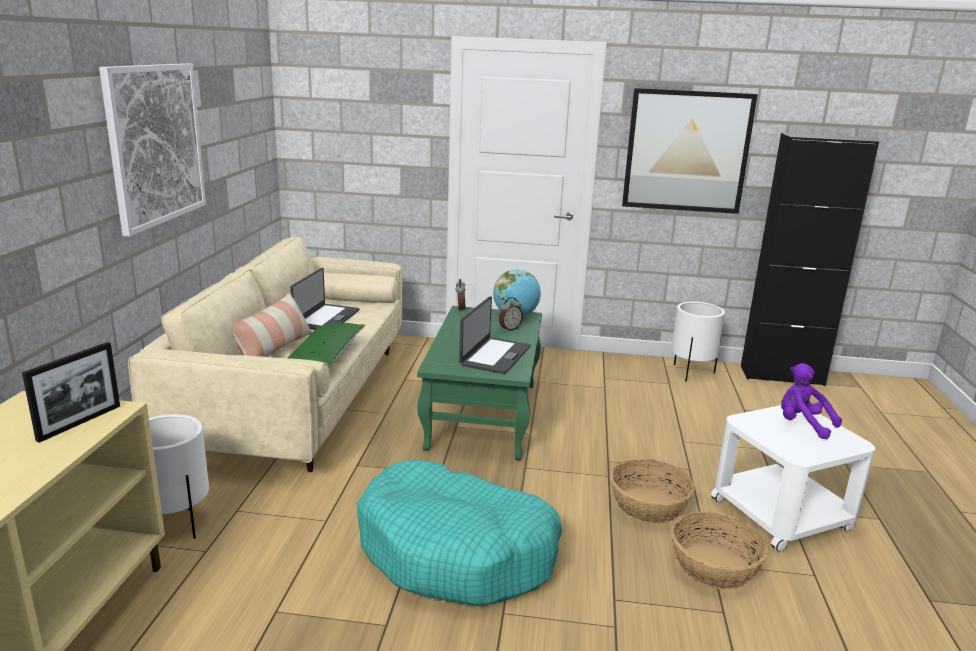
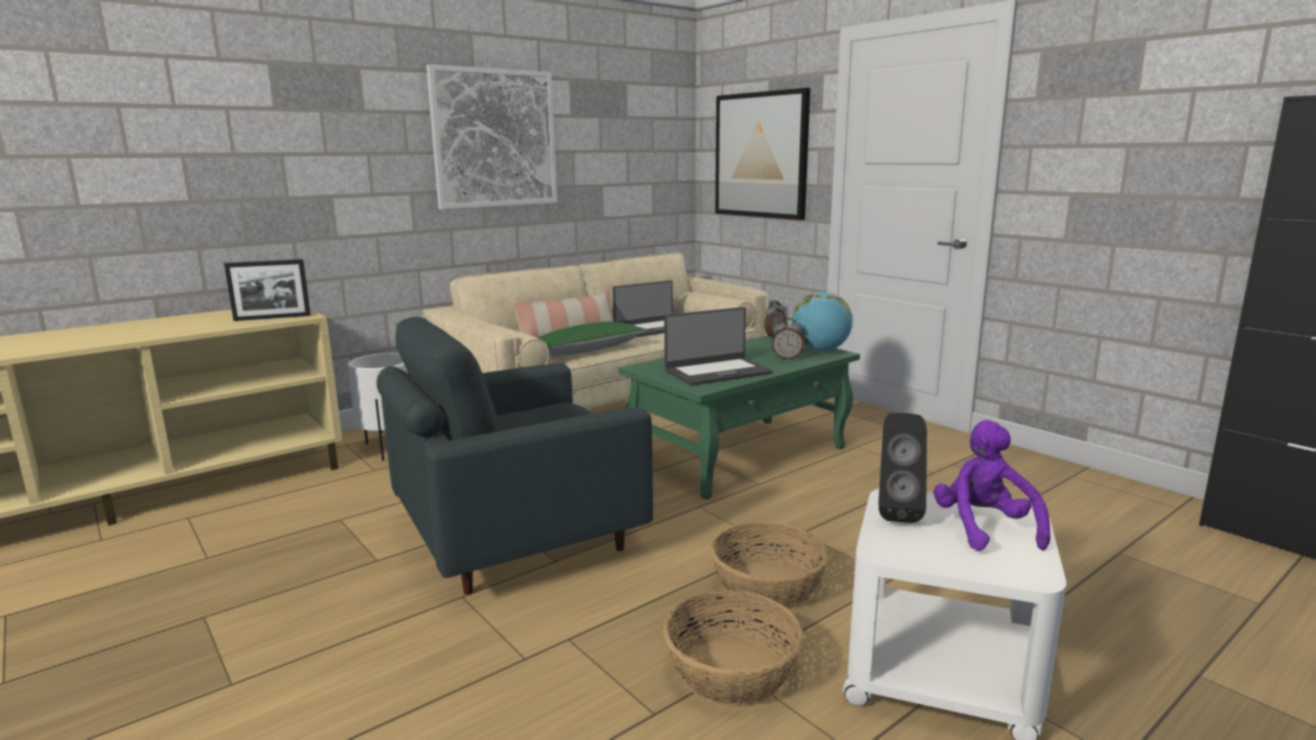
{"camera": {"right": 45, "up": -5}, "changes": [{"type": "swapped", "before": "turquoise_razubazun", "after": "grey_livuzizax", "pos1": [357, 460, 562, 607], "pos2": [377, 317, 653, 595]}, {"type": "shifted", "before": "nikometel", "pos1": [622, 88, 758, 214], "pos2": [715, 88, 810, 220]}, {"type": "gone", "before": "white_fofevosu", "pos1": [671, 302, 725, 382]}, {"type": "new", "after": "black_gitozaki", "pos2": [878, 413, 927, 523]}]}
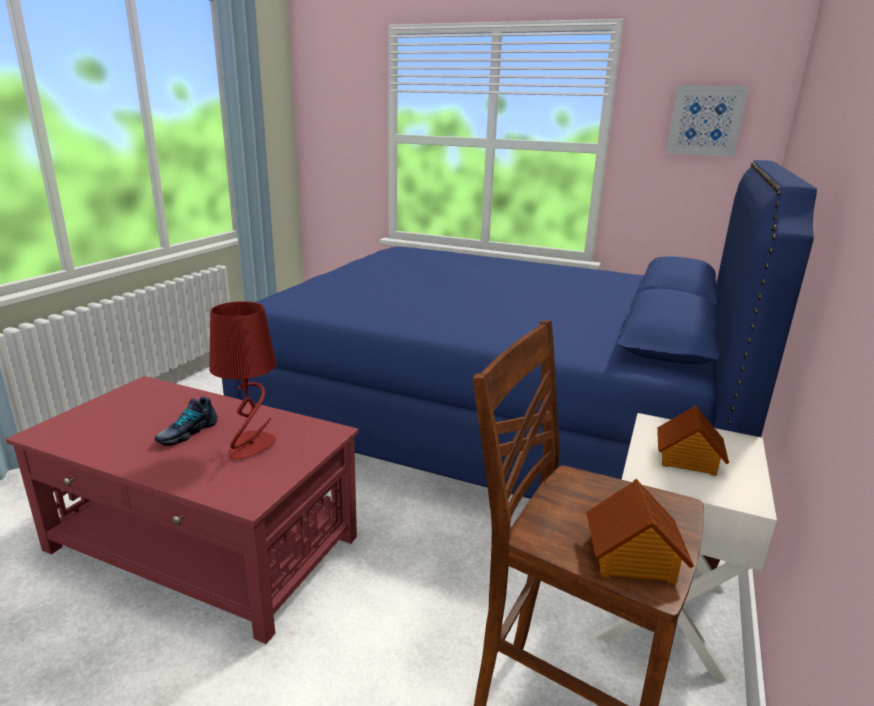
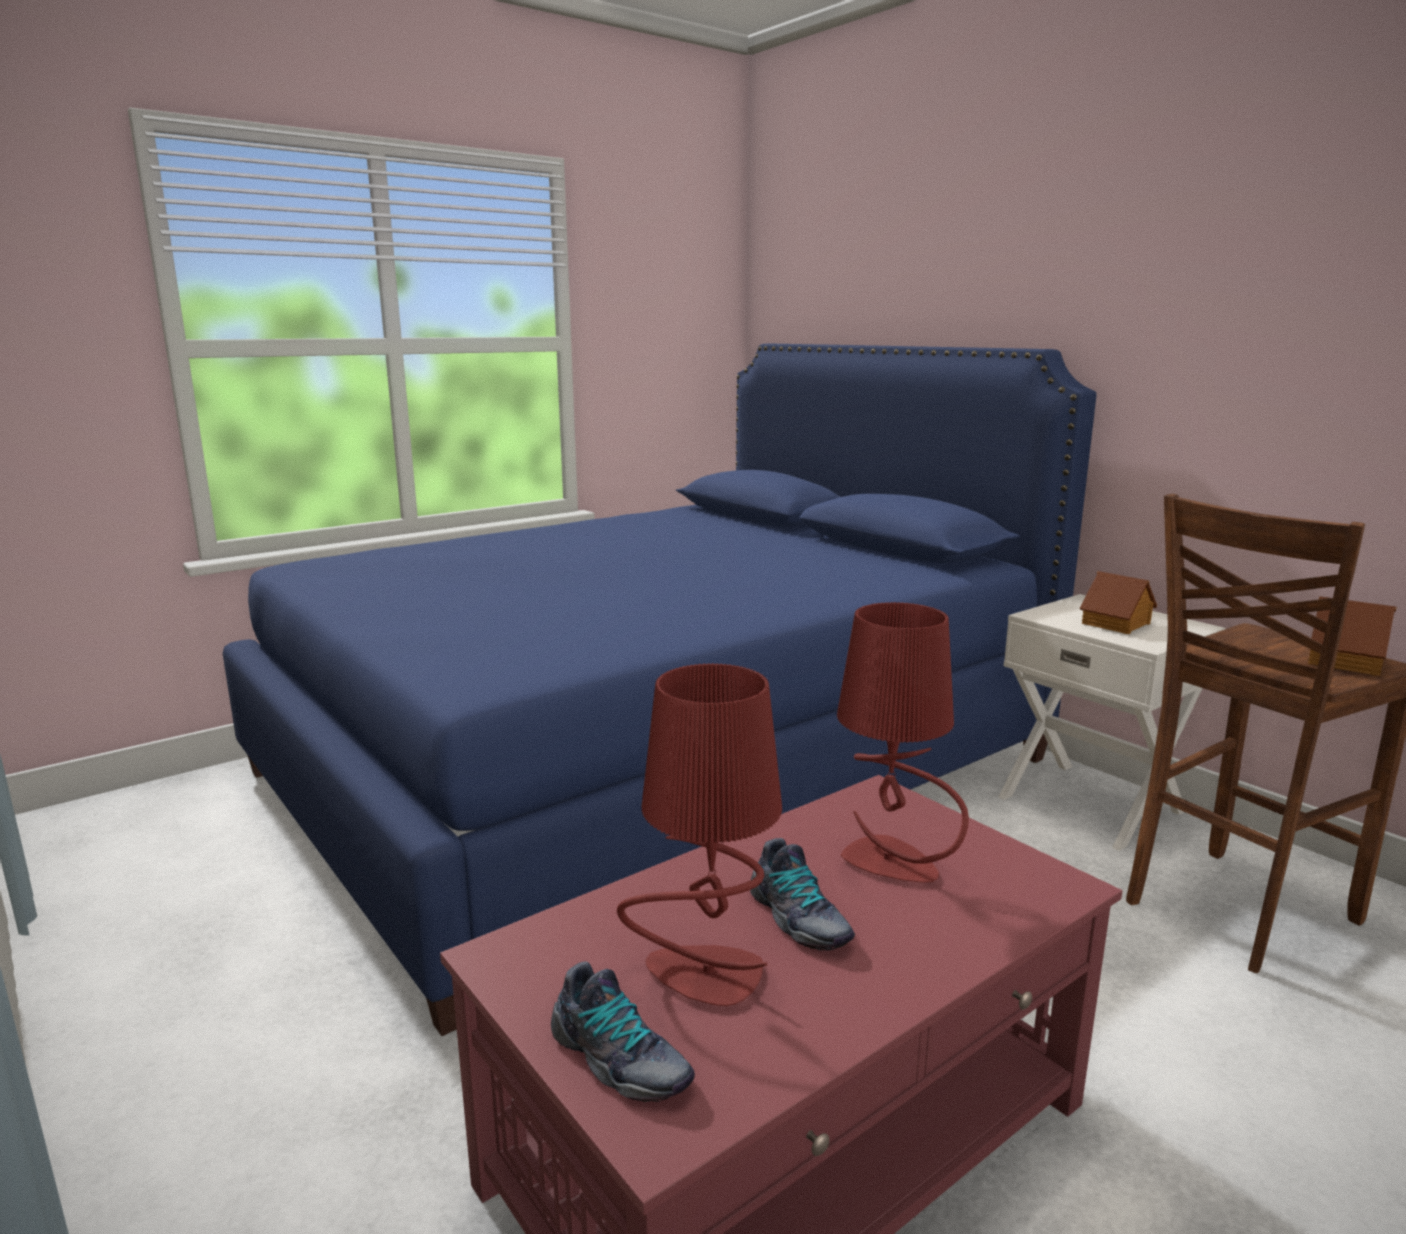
{"camera": {"right": -60, "up": -5}, "changes": [{"type": "gone", "before": "nikometel", "pos1": [666, 85, 748, 156]}, {"type": "new", "after": "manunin", "pos2": [551, 961, 695, 1102]}, {"type": "new", "after": "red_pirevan", "pos2": [617, 663, 782, 1006]}]}
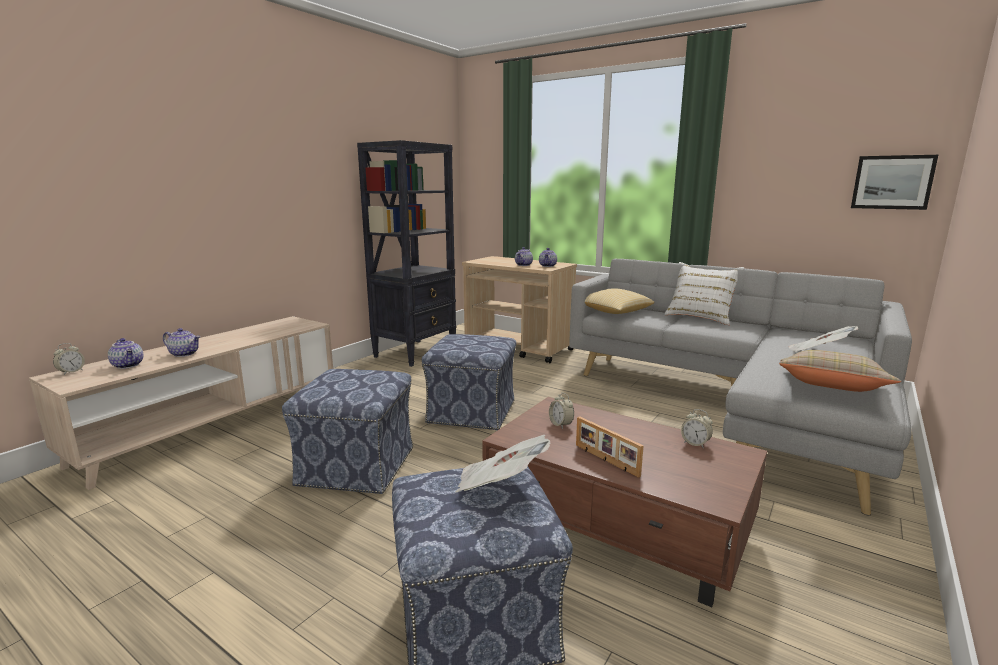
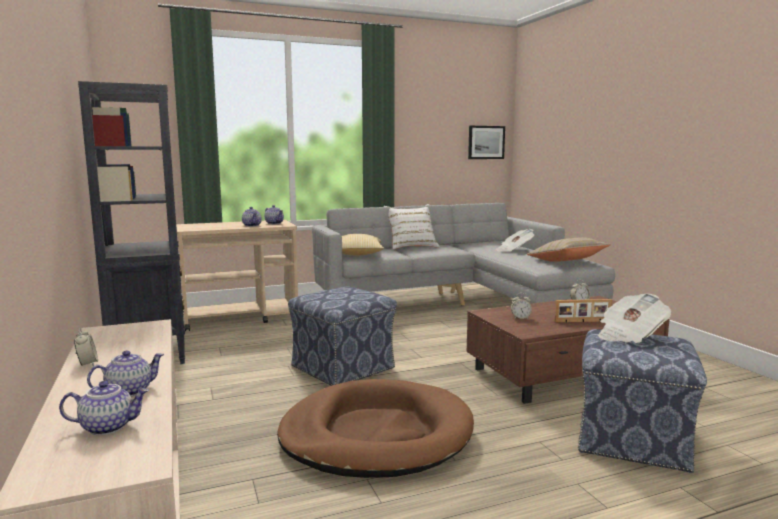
{"camera": {"right": -55, "up": -5}, "changes": [{"type": "shifted", "before": "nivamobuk", "pos1": [53, 343, 85, 375], "pos2": [74, 328, 98, 366]}, {"type": "swapped", "before": "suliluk", "after": "brown_razubazun", "pos1": [282, 369, 413, 494], "pos2": [277, 379, 474, 478]}]}
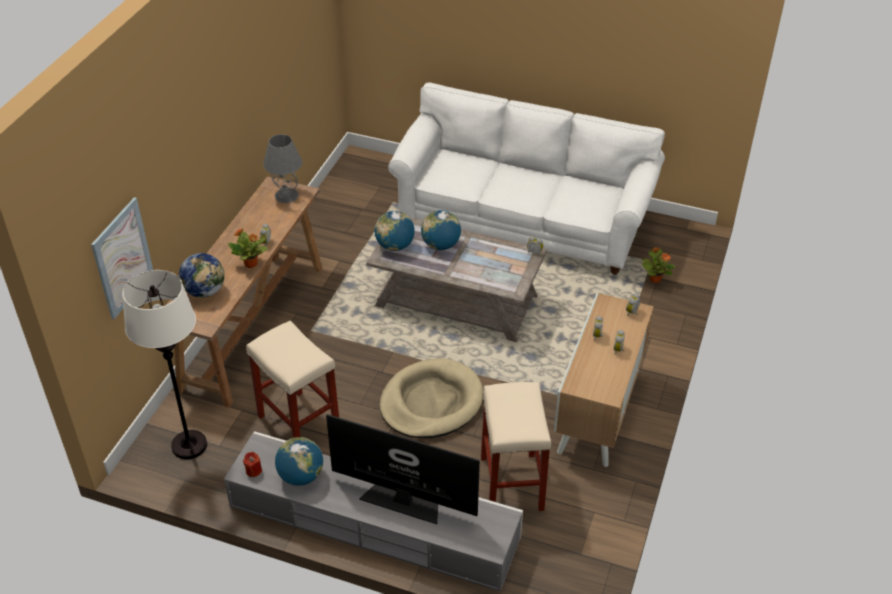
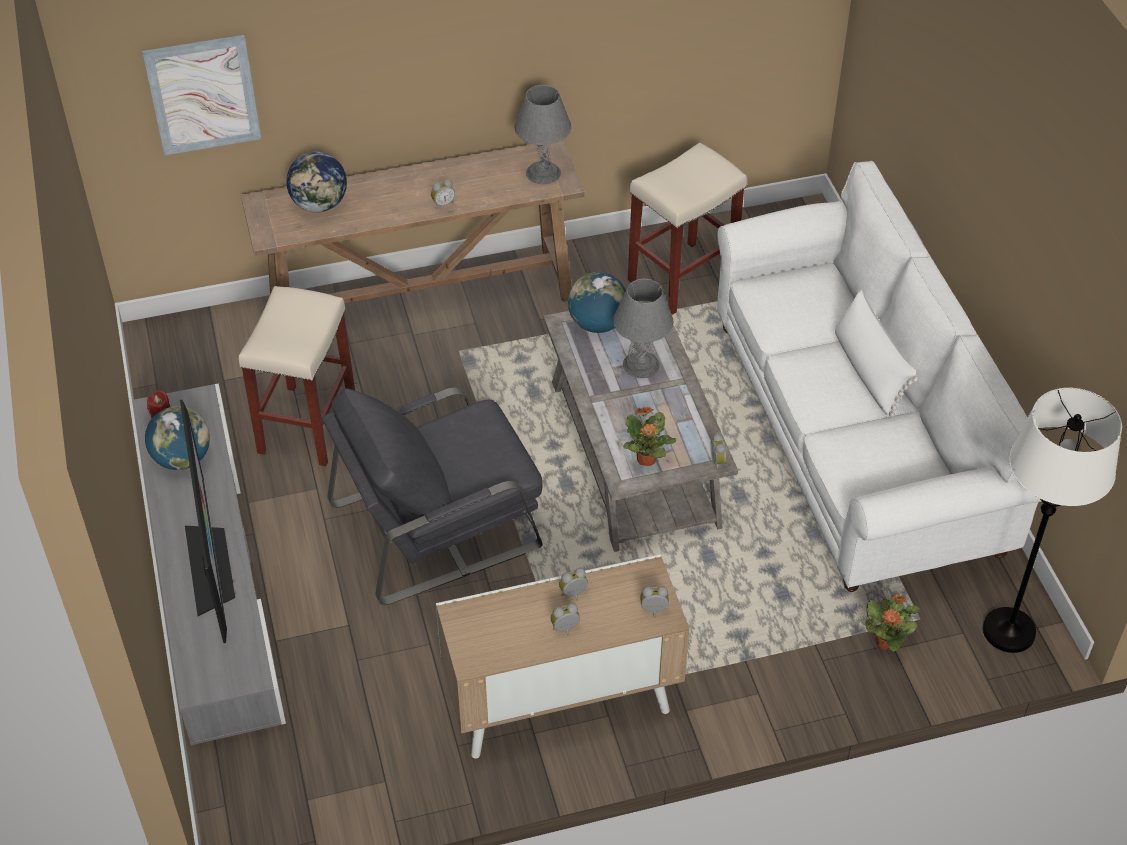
{"camera": {"right": 55, "up": 5}, "changes": [{"type": "shifted", "before": "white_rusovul", "pos1": [122, 270, 207, 459], "pos2": [983, 388, 1122, 653]}, {"type": "shifted", "before": "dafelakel", "pos1": [228, 229, 268, 268], "pos2": [623, 407, 676, 466]}, {"type": "swapped", "before": "beige_razubazun", "after": "grey_livuzizax", "pos1": [380, 358, 483, 438], "pos2": [321, 388, 543, 605]}, {"type": "swapped", "before": "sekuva", "after": "grey_pirevan", "pos1": [421, 210, 461, 250], "pos2": [613, 279, 673, 378]}, {"type": "shifted", "before": "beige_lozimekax", "pos1": [481, 382, 552, 511], "pos2": [628, 142, 747, 315]}, {"type": "new", "after": "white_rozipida", "pos2": [835, 290, 918, 417]}]}
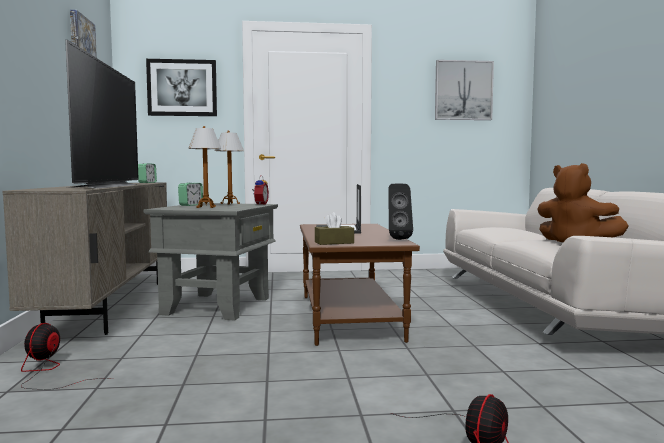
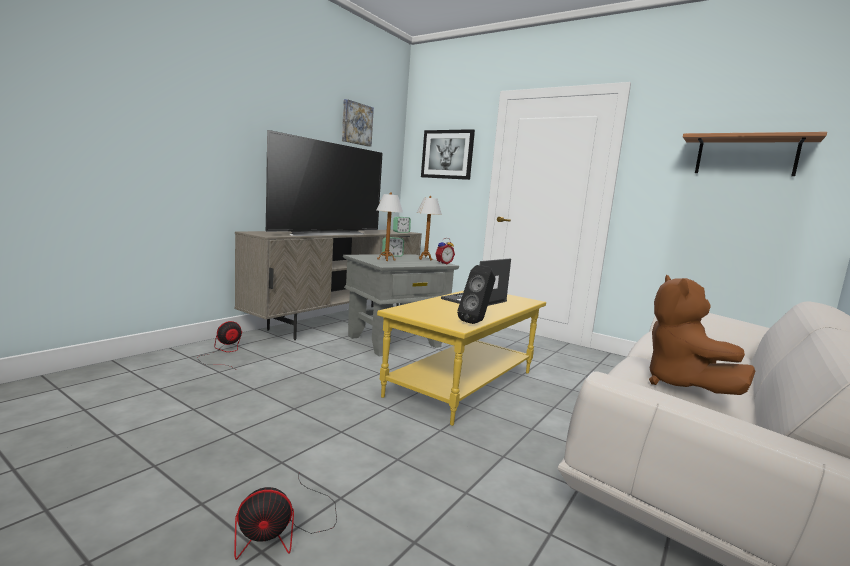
{"camera": {"right": 40, "up": 5}, "changes": [{"type": "repainted", "before": "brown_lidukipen", "after": "yellow_lidukipen", "pos1": [300, 224, 420, 346], "pos2": [377, 291, 546, 426]}, {"type": "gone", "before": "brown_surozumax", "pos1": [315, 212, 354, 245]}, {"type": "swapped", "before": "nikometel", "after": "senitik", "pos1": [435, 60, 494, 120], "pos2": [683, 132, 827, 176]}]}
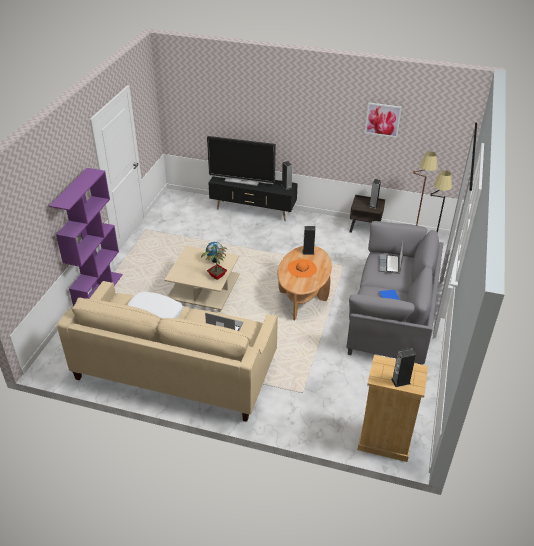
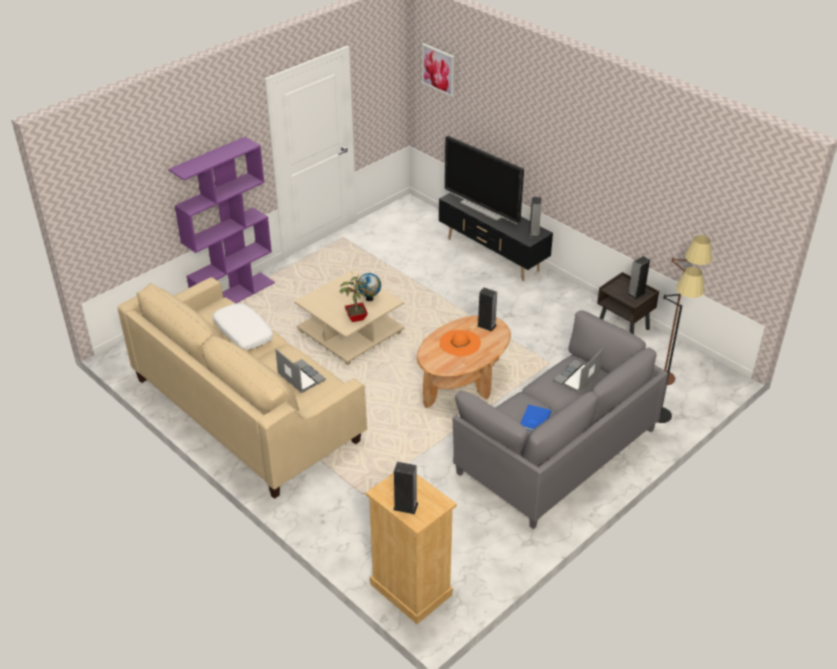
{"camera": {"right": 30, "up": 0}, "changes": [{"type": "shifted", "before": "nikometel", "pos1": [365, 102, 402, 138], "pos2": [422, 43, 454, 97]}]}
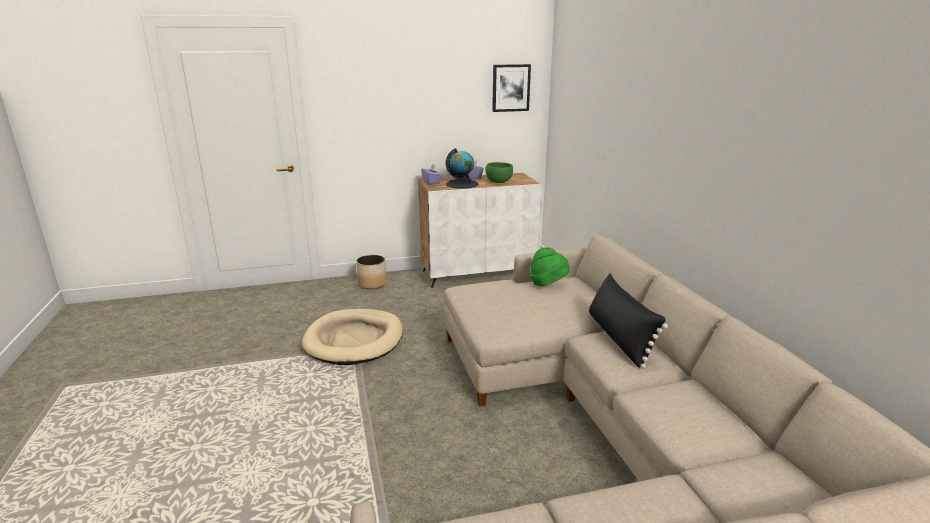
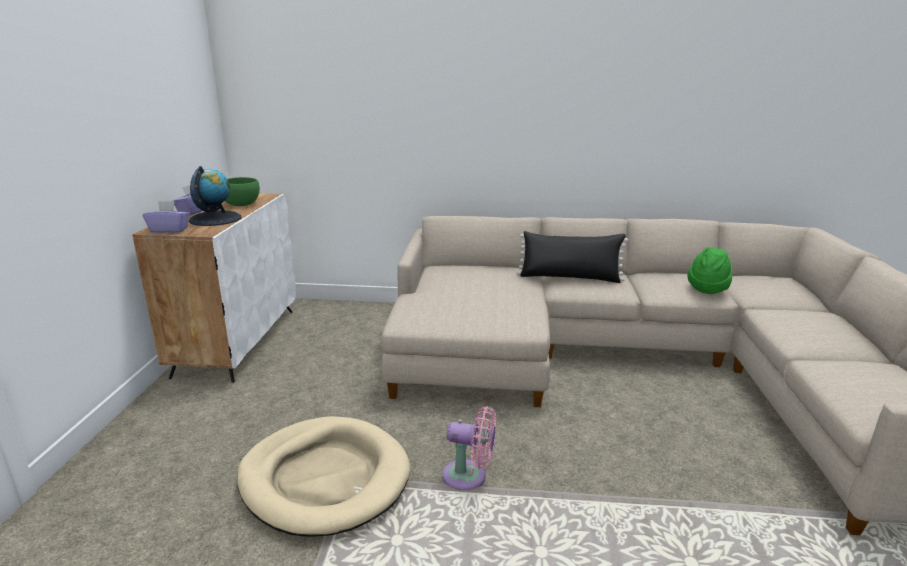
{"camera": {"right": -70, "up": 0}, "changes": [{"type": "gone", "before": "fofevosu", "pos1": [356, 255, 387, 289]}, {"type": "gone", "before": "nikometel", "pos1": [492, 64, 531, 112]}, {"type": "shifted", "before": "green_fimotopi", "pos1": [530, 247, 570, 286], "pos2": [688, 247, 732, 294]}, {"type": "new", "after": "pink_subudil", "pos2": [442, 406, 496, 490]}]}
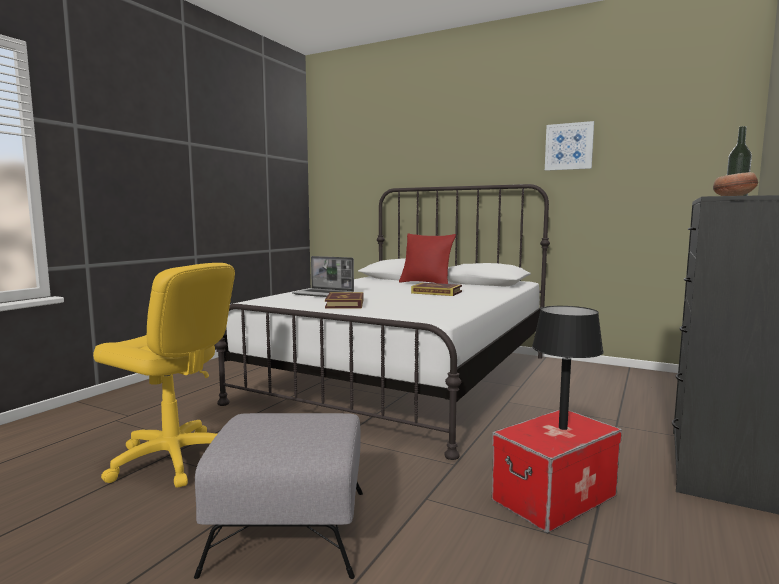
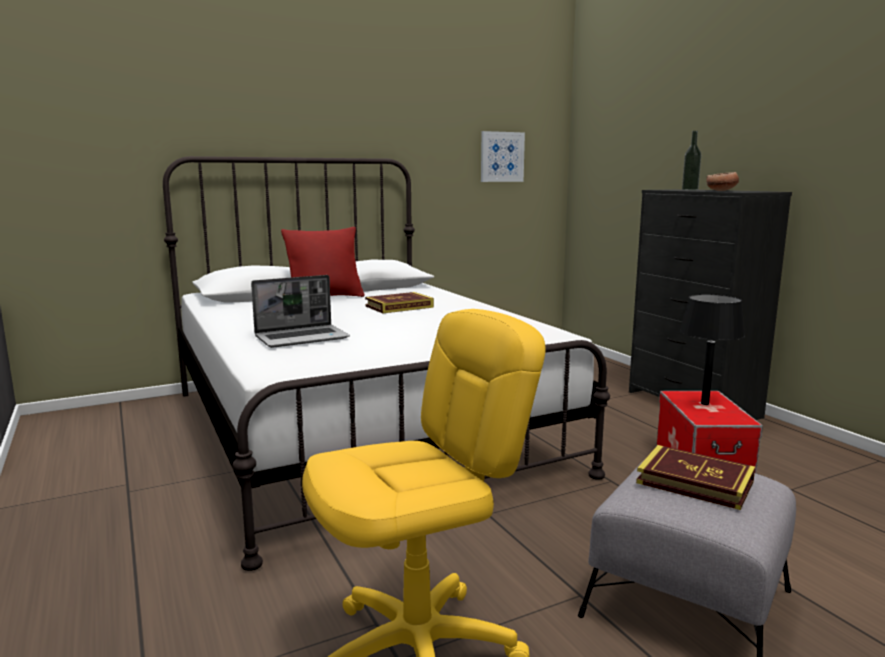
{"camera": {"right": -55, "up": 5}, "changes": [{"type": "shifted", "before": "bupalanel", "pos1": [325, 292, 363, 309], "pos2": [636, 445, 755, 510]}, {"type": "shifted", "before": "nikometel", "pos1": [545, 121, 594, 171], "pos2": [481, 131, 525, 182]}]}
